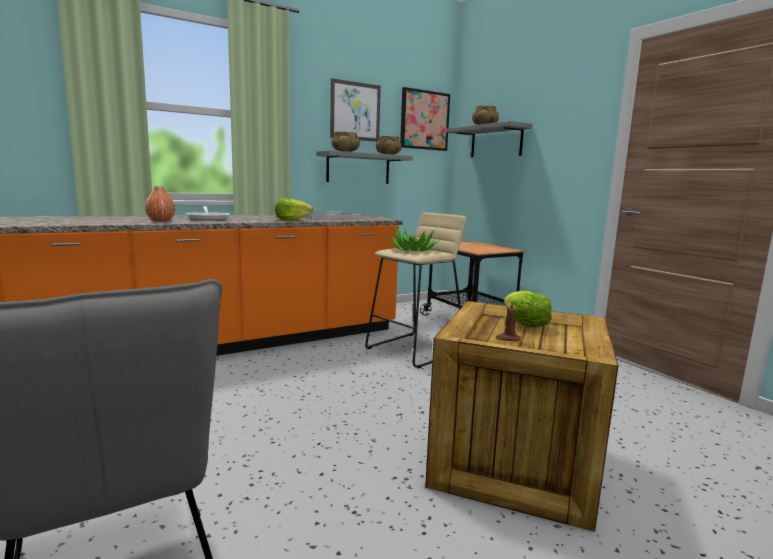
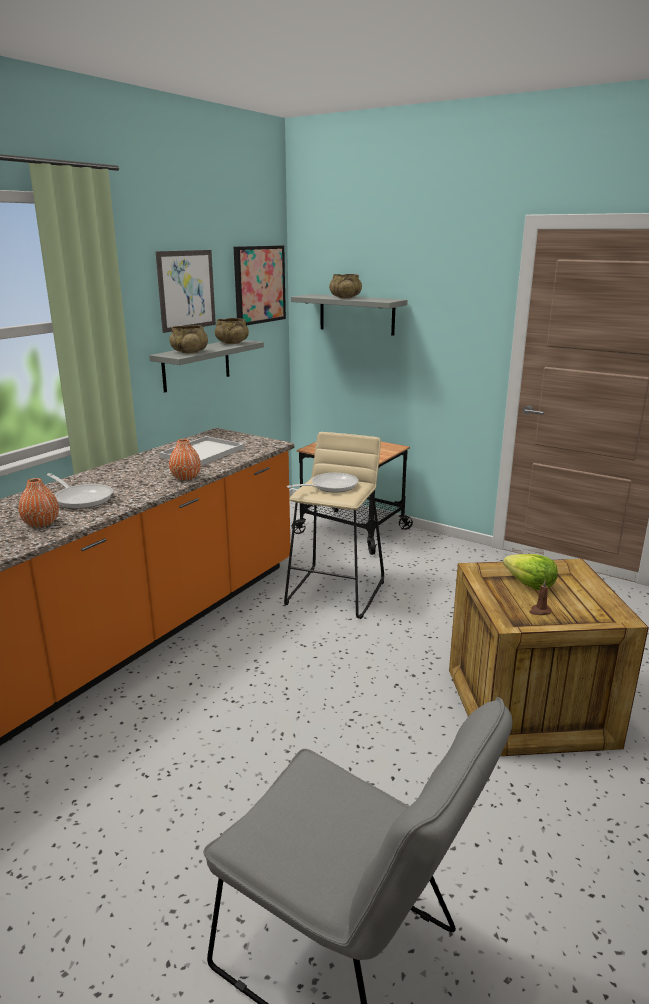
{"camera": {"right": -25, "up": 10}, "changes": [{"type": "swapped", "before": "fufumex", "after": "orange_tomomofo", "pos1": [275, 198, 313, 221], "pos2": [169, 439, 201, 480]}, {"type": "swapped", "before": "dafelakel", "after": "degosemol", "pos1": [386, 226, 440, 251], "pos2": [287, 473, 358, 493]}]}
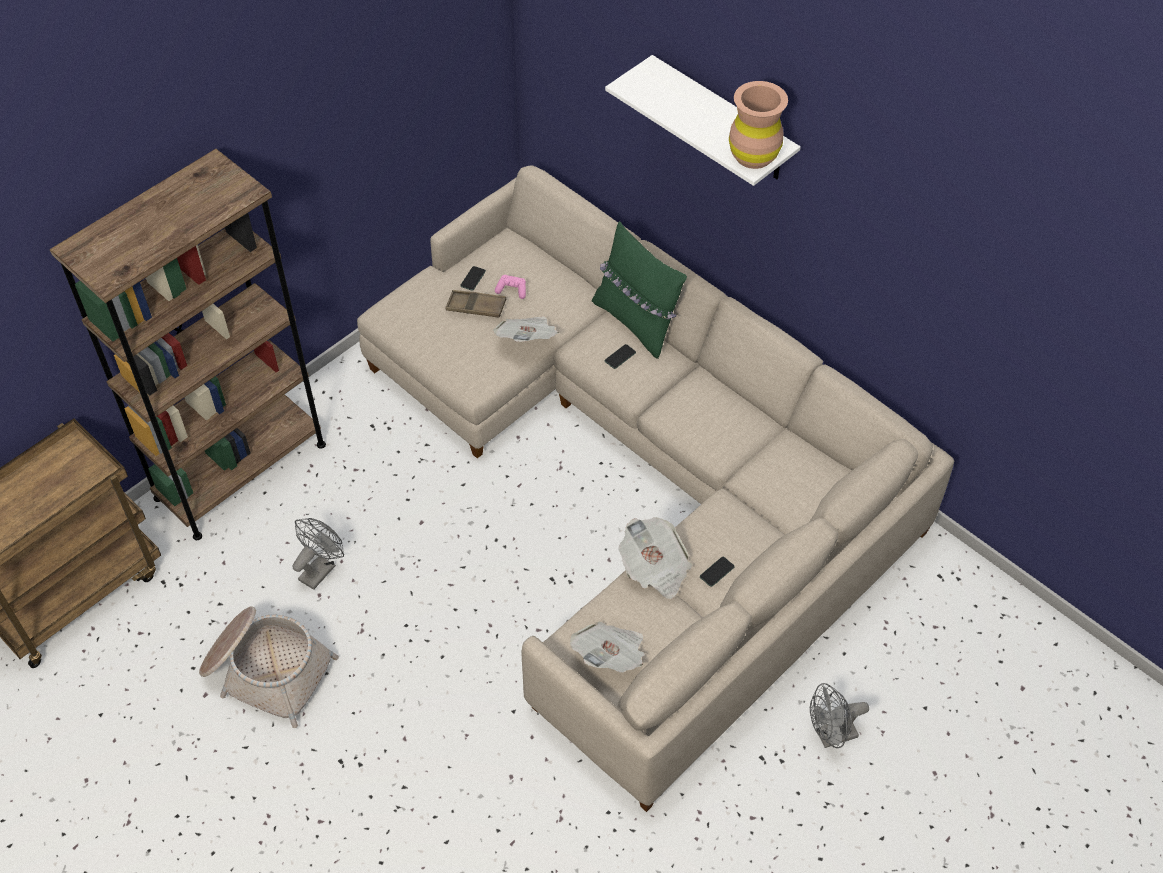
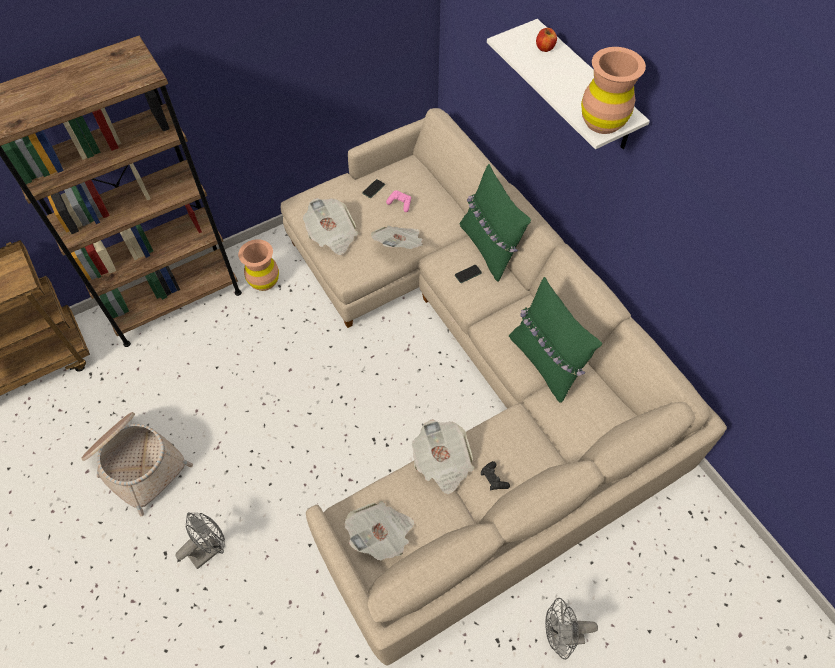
{"camera": {"right": 15, "up": 5}, "changes": [{"type": "shifted", "before": "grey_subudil", "pos1": [292, 518, 344, 590], "pos2": [176, 513, 225, 569]}, {"type": "gone", "before": "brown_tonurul", "pos1": [445, 290, 506, 317]}, {"type": "swapped", "before": "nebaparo", "after": "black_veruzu", "pos1": [700, 557, 735, 587], "pos2": [481, 461, 510, 490]}, {"type": "new", "after": "brown_tomomofo", "pos2": [238, 239, 279, 291]}, {"type": "new", "after": "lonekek", "pos2": [303, 198, 358, 255]}, {"type": "new", "after": "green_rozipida", "pos2": [509, 277, 602, 403]}, {"type": "new", "after": "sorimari", "pos2": [536, 28, 557, 52]}]}
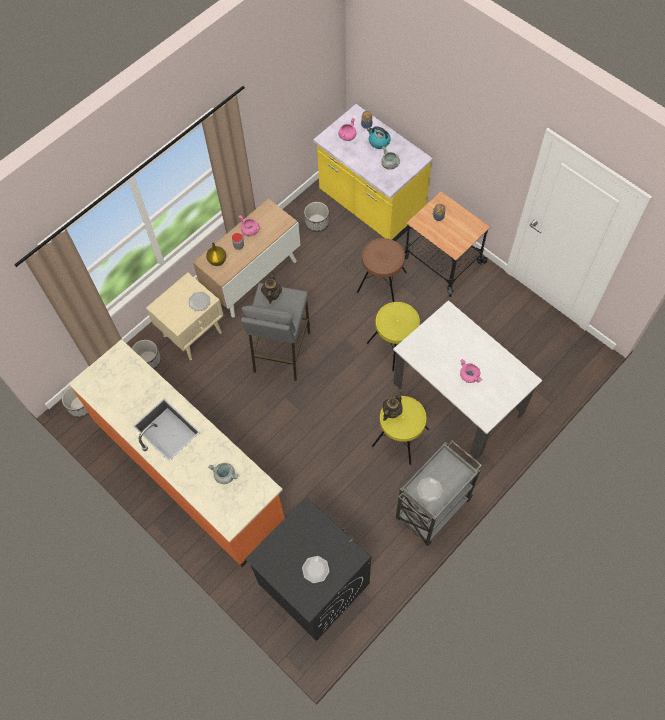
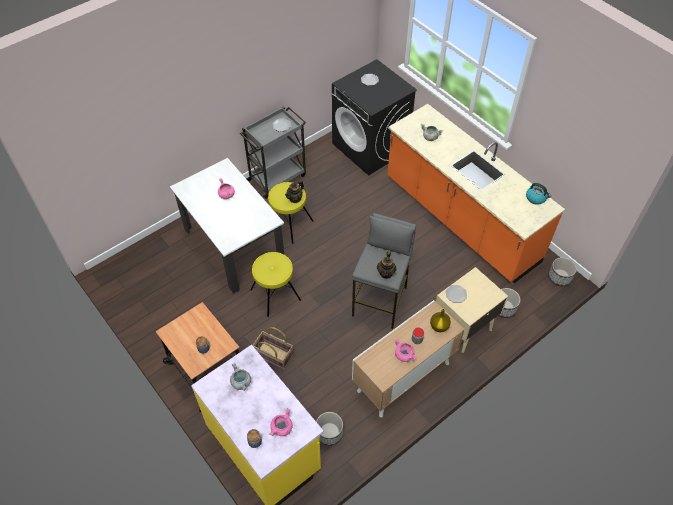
{"camera": {"right": -175, "up": -10}, "changes": [{"type": "swapped", "before": "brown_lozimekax", "after": "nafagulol", "pos1": [357, 238, 407, 302], "pos2": [252, 327, 293, 370]}, {"type": "shifted", "before": "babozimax", "pos1": [367, 126, 391, 149], "pos2": [526, 183, 551, 205]}]}
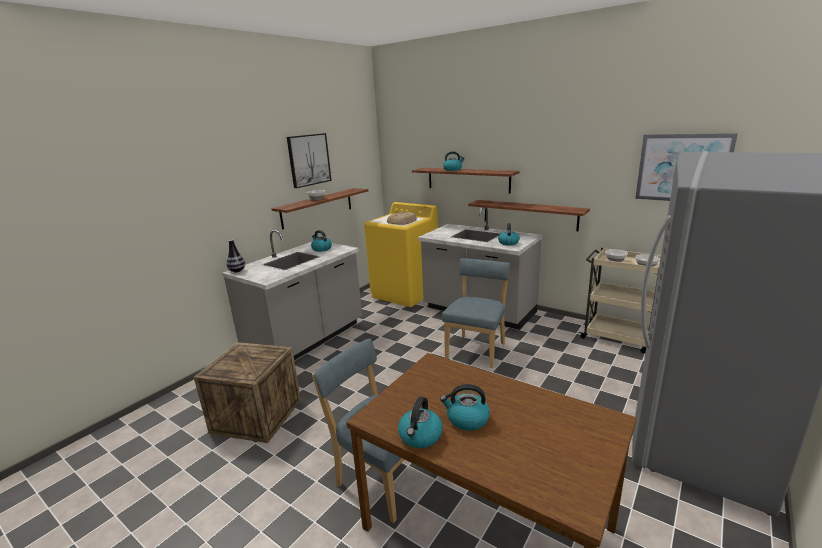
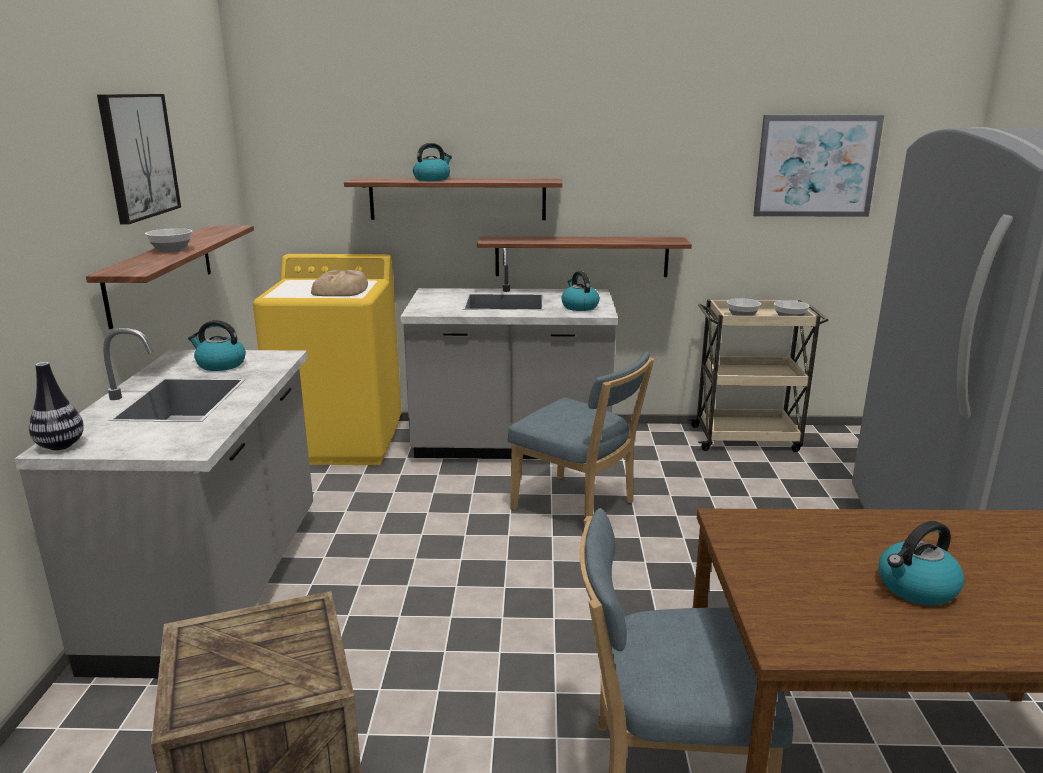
{"camera": {"right": -35, "up": 0}, "changes": [{"type": "gone", "before": "babozimax", "pos1": [398, 397, 443, 448]}, {"type": "rotated", "before": "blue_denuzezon", "pos1": [442, 258, 510, 368], "pos2": [508, 352, 654, 518], "turn": 135}]}
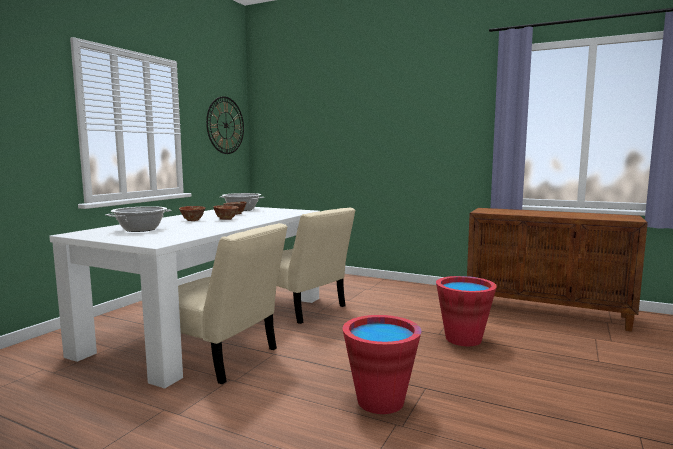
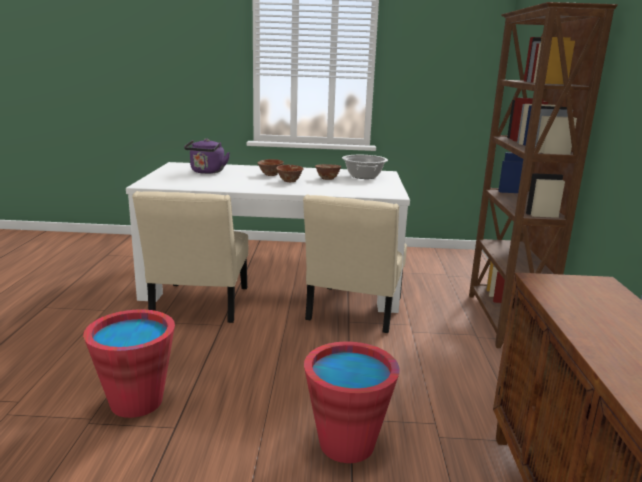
{"camera": {"right": 65, "up": 10}, "changes": [{"type": "swapped", "before": "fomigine", "after": "purple_babozimax", "pos1": [106, 206, 172, 232], "pos2": [184, 139, 230, 174]}, {"type": "gone", "before": "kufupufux", "pos1": [206, 96, 244, 154]}, {"type": "new", "after": "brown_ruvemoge", "pos2": [469, 2, 618, 348]}]}
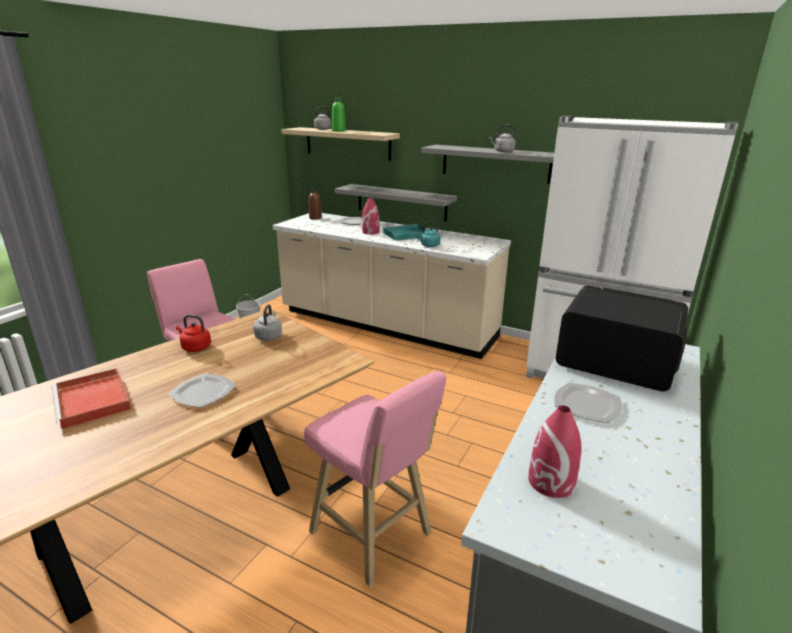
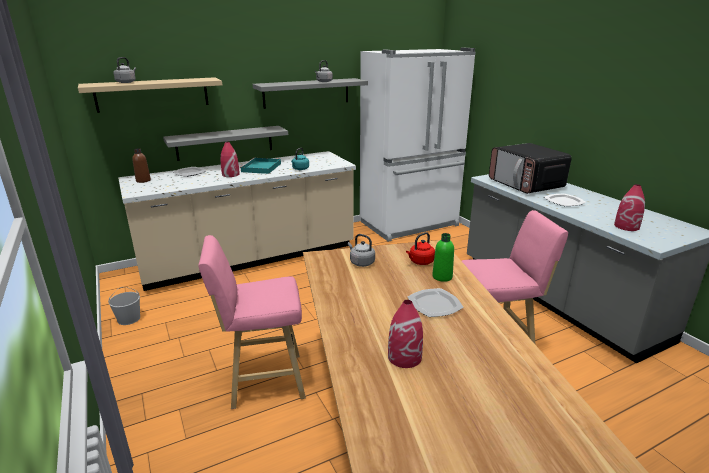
{"camera": {"right": -55, "up": 0}, "changes": [{"type": "swapped", "before": "red_tonurul", "after": "red_tomomofo", "pos1": [52, 368, 131, 429], "pos2": [388, 300, 423, 368]}, {"type": "shifted", "before": "red_babozimax", "pos1": [176, 315, 211, 352], "pos2": [406, 232, 435, 265]}, {"type": "shifted", "before": "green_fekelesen", "pos1": [332, 97, 346, 132], "pos2": [432, 233, 454, 282]}, {"type": "rotated", "before": "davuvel", "pos1": [556, 285, 688, 392], "pos2": [489, 143, 571, 194], "turn": -90}]}
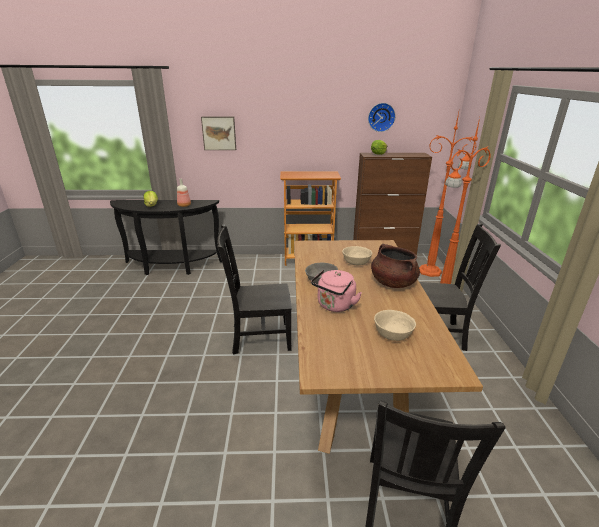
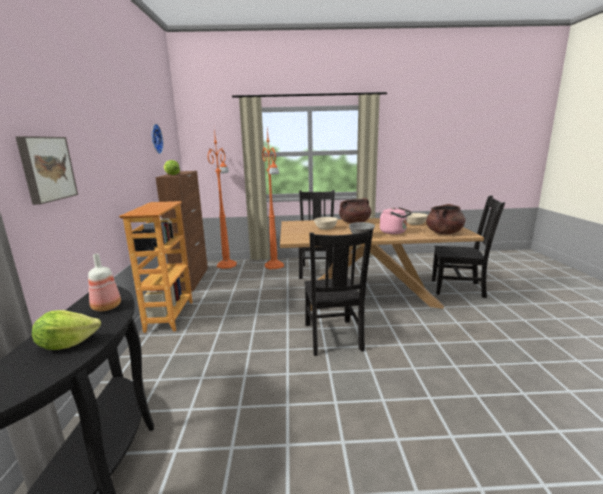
{"camera": {"right": -90, "up": -10}, "changes": [{"type": "new", "after": "brown_fomigine", "pos2": [426, 204, 465, 234]}]}
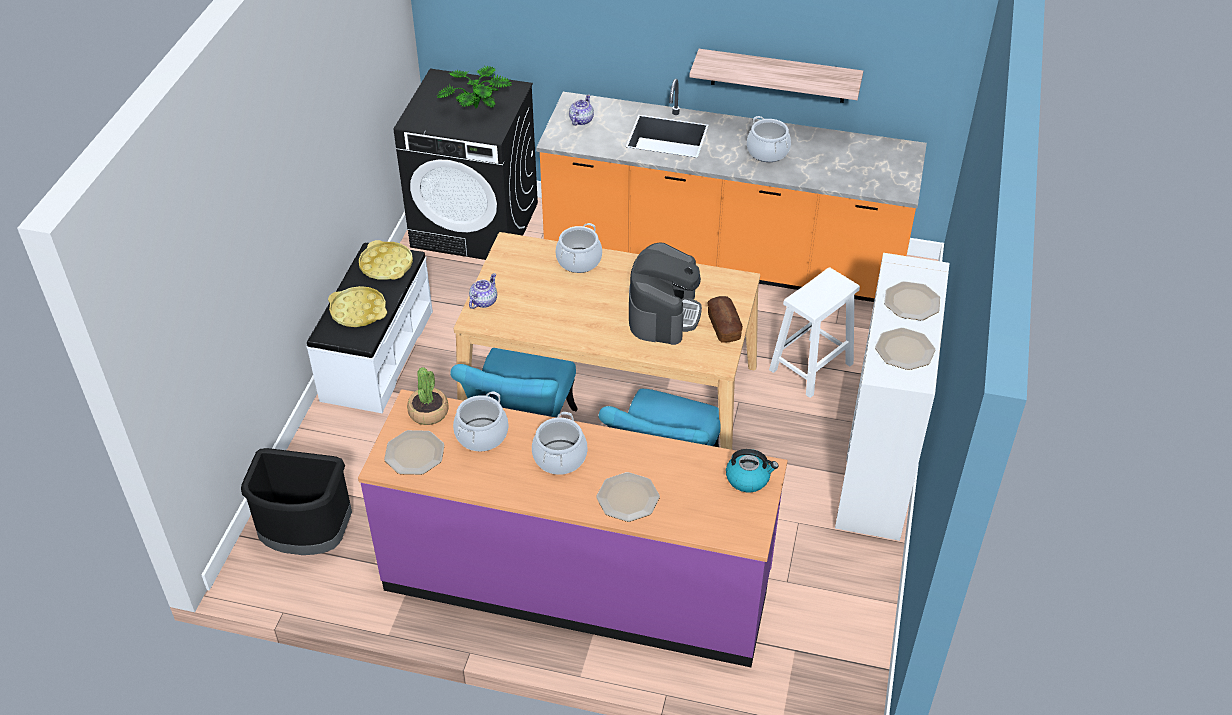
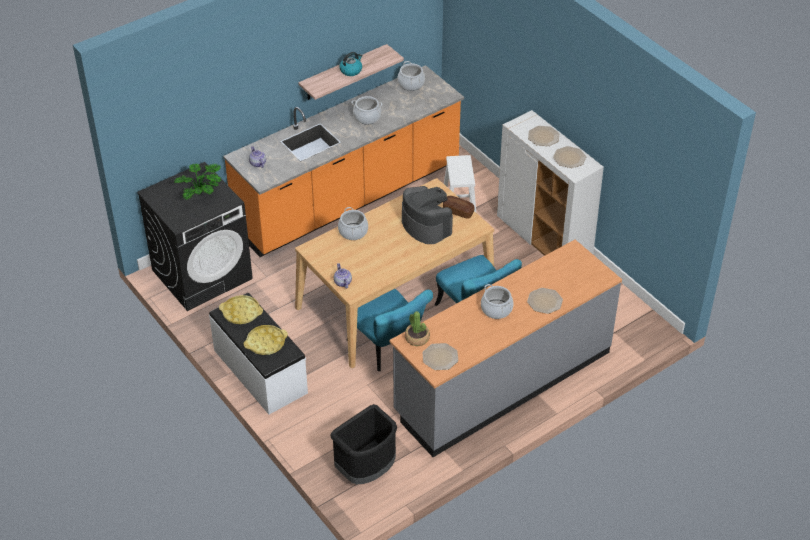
{"camera": {"right": -50, "up": 0}, "changes": [{"type": "repainted", "before": "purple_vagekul", "after": "grey_vagekul", "pos1": [358, 389, 788, 667], "pos2": [389, 240, 622, 457]}, {"type": "shifted", "before": "fomigine", "pos1": [453, 391, 508, 451], "pos2": [398, 61, 425, 91]}, {"type": "shifted", "before": "babozimax", "pos1": [726, 449, 778, 492], "pos2": [339, 52, 363, 76]}]}
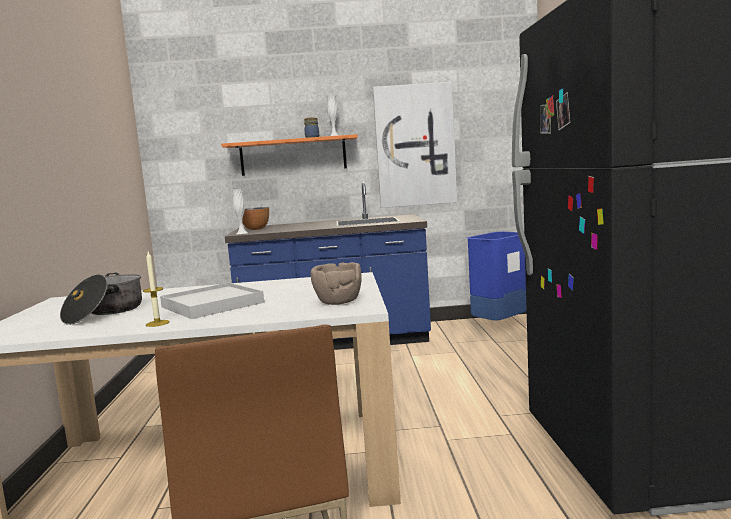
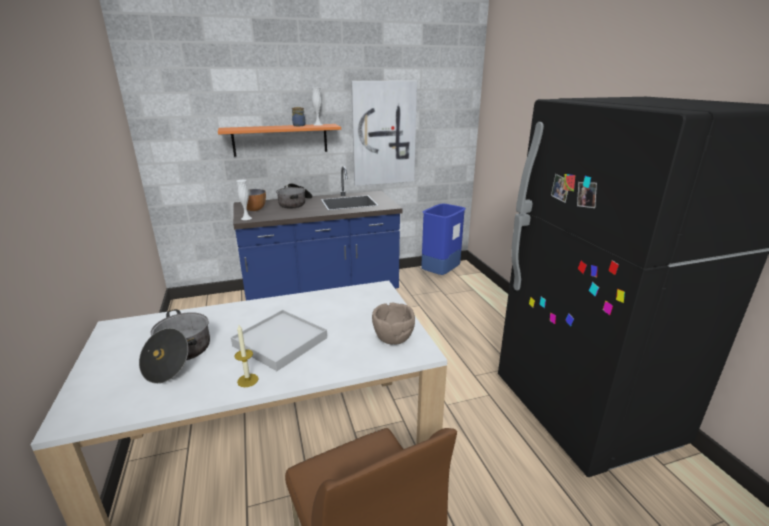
{"camera": {"right": -15, "up": 15}, "changes": [{"type": "new", "after": "fomigine", "pos2": [276, 183, 312, 209]}]}
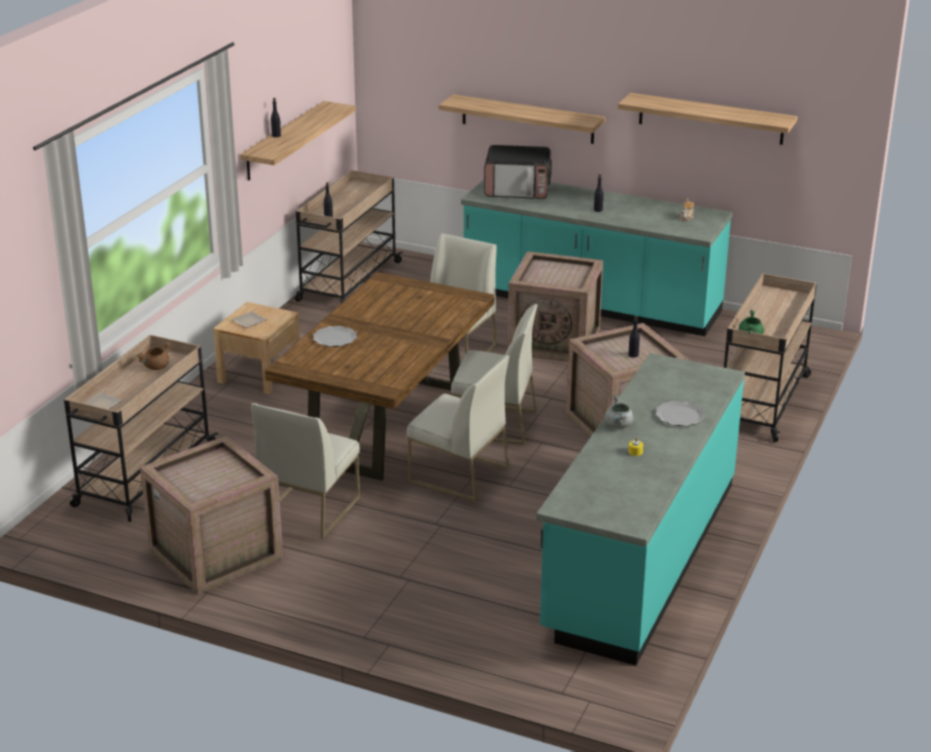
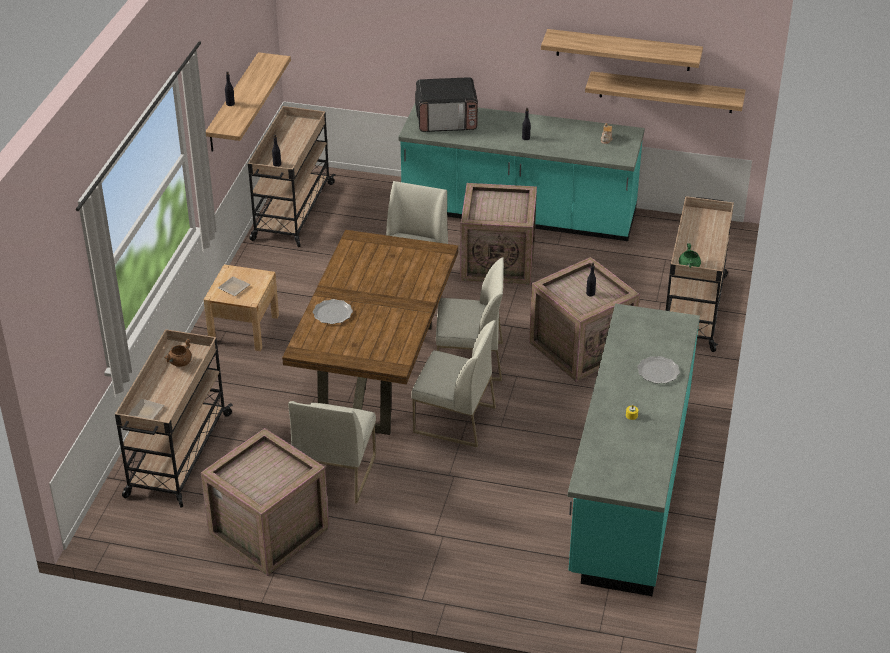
{"camera": {"right": -10, "up": 10}, "changes": [{"type": "shifted", "before": "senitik", "pos1": [438, 94, 606, 144], "pos2": [585, 71, 746, 113]}, {"type": "gone", "before": "grey_fomigine", "pos1": [605, 395, 634, 428]}]}
